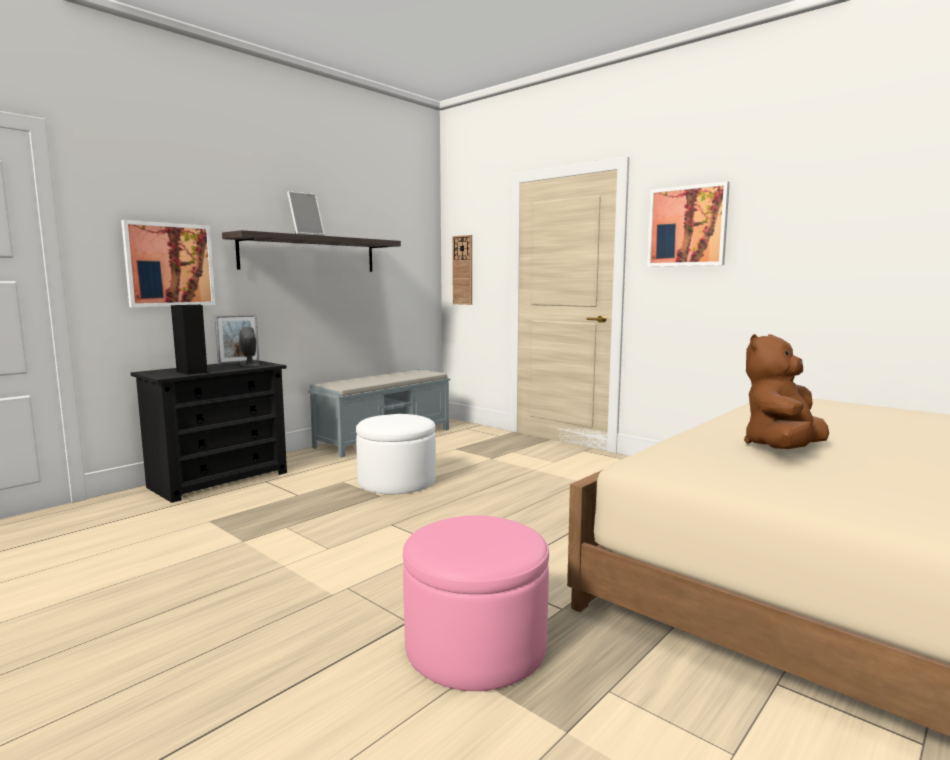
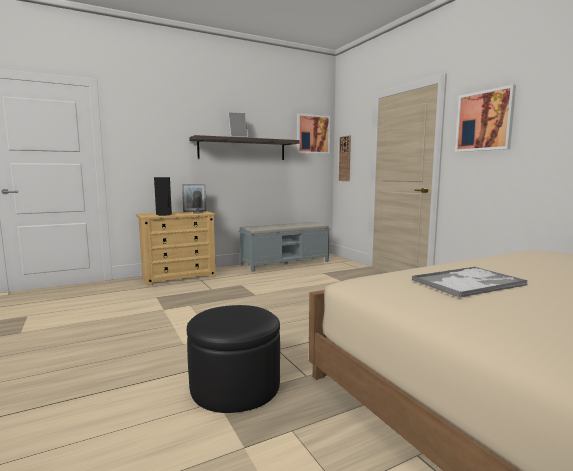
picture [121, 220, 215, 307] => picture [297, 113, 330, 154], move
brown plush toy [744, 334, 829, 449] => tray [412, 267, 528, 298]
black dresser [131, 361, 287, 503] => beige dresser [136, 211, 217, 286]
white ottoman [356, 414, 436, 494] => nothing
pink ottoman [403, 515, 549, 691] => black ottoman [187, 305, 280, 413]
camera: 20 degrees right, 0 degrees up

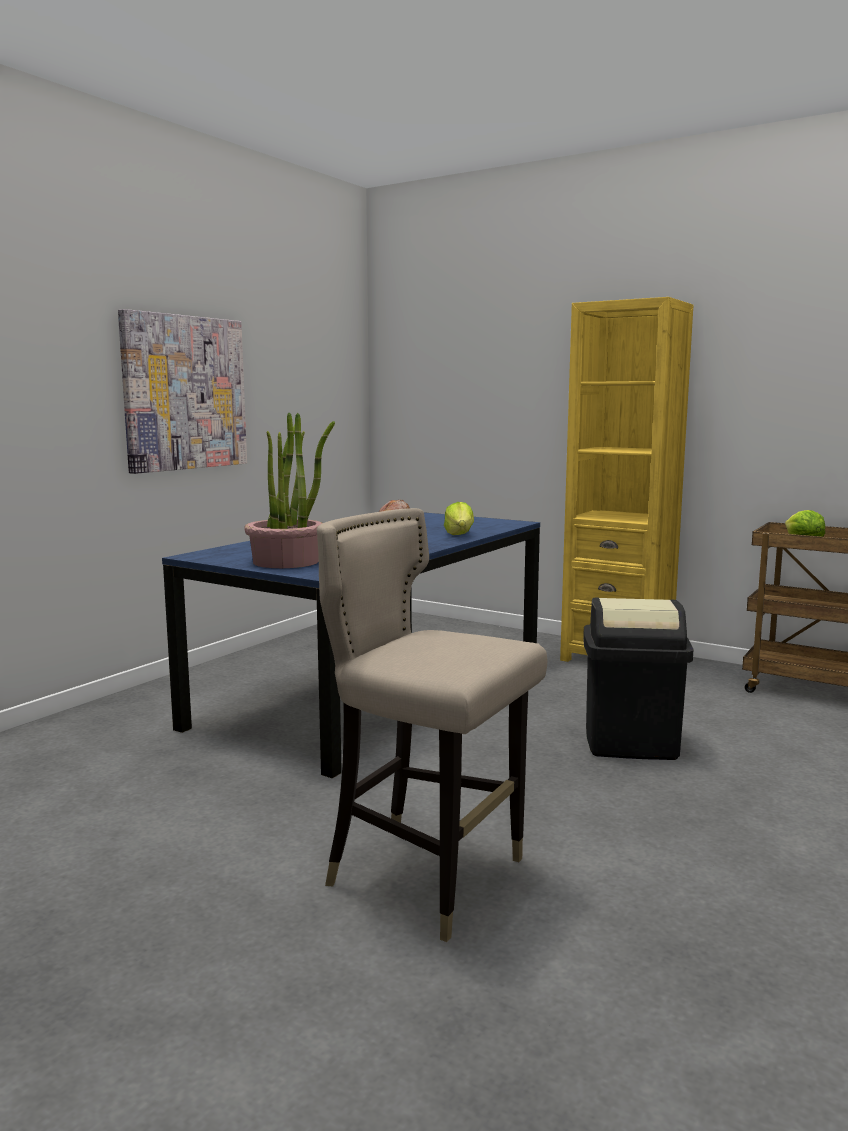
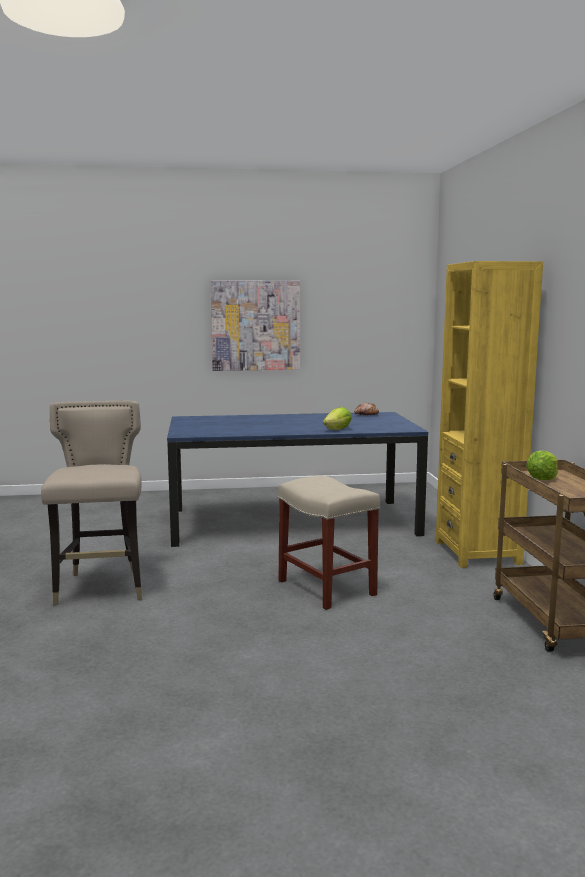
potted plant [244, 413, 335, 568] => nothing
black trash can [583, 597, 694, 760] => beige stool [278, 476, 380, 610]
camera: 50 degrees right, 0 degrees up

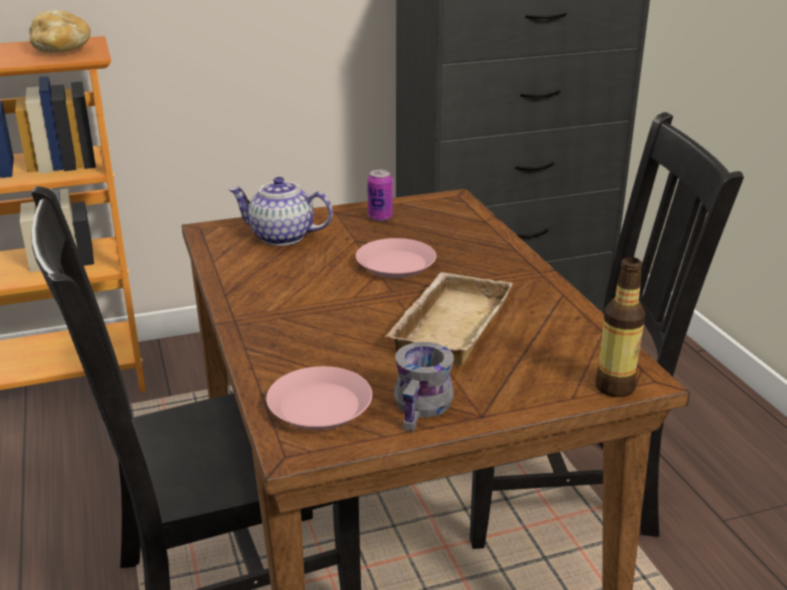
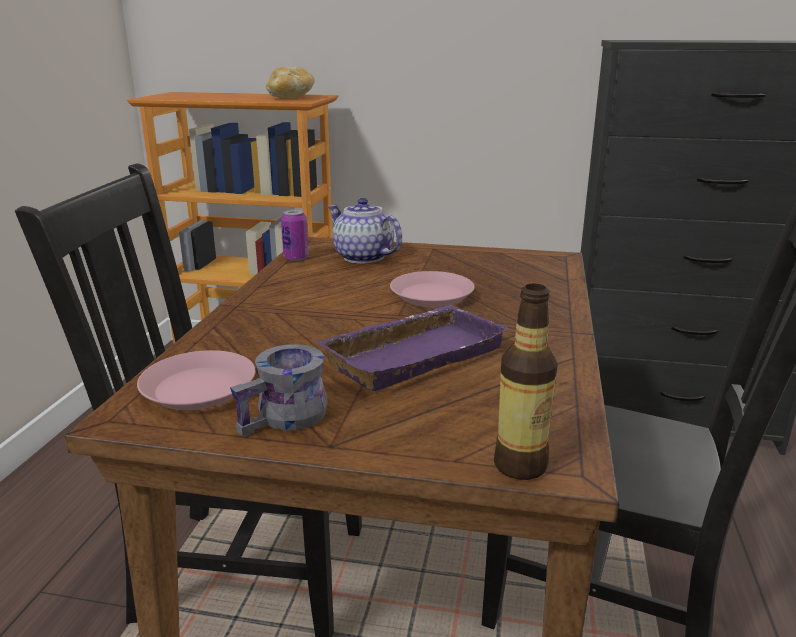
can [367, 170, 393, 221] => can [281, 209, 309, 261], move
beige tray [385, 272, 513, 365] => purple tray [315, 305, 510, 391]
camera: 30 degrees right, 5 degrees down

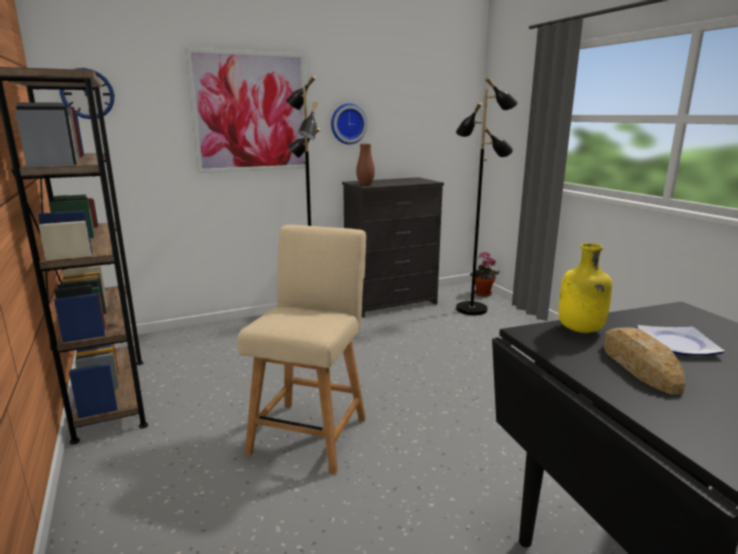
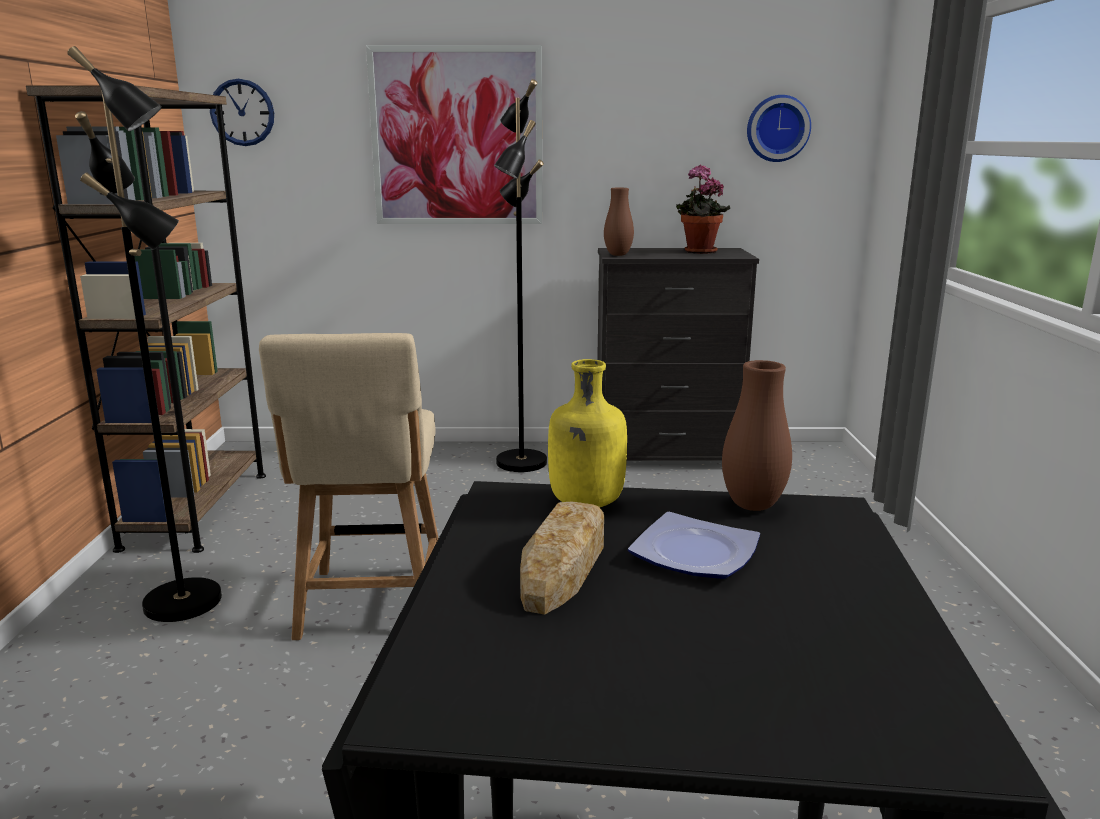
black floor lamp [456, 77, 518, 315] => black floor lamp [67, 46, 222, 622], move
wall clock [331, 103, 367, 144] => wall clock [747, 95, 811, 162], move
beige chair [237, 225, 366, 475] => beige chair [259, 333, 439, 640], 135 degrees clockwise
potted plant [470, 252, 499, 297] => potted plant [676, 164, 730, 254], move
nothing => brown vase [722, 360, 792, 511]
camera: 25 degrees right, 0 degrees up

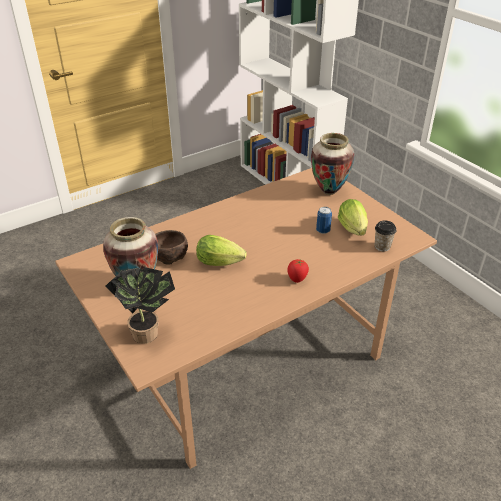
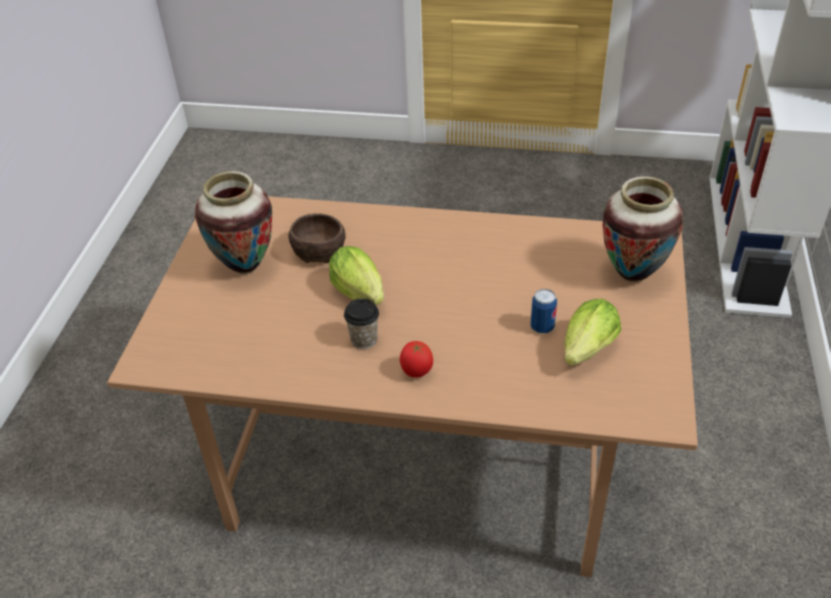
cup [375, 221, 396, 251] => cup [344, 298, 379, 349], move
potted plant [105, 267, 175, 344] => nothing
camera: 45 degrees right, 5 degrees up

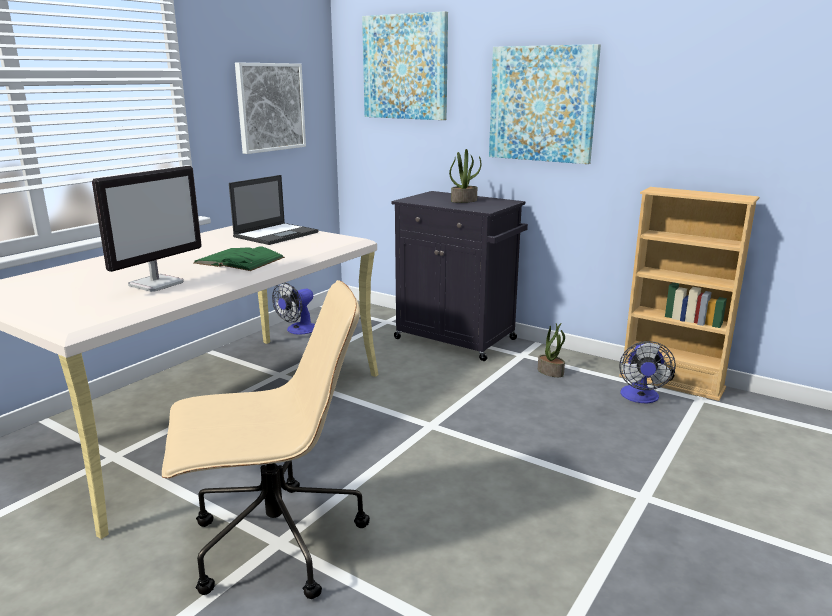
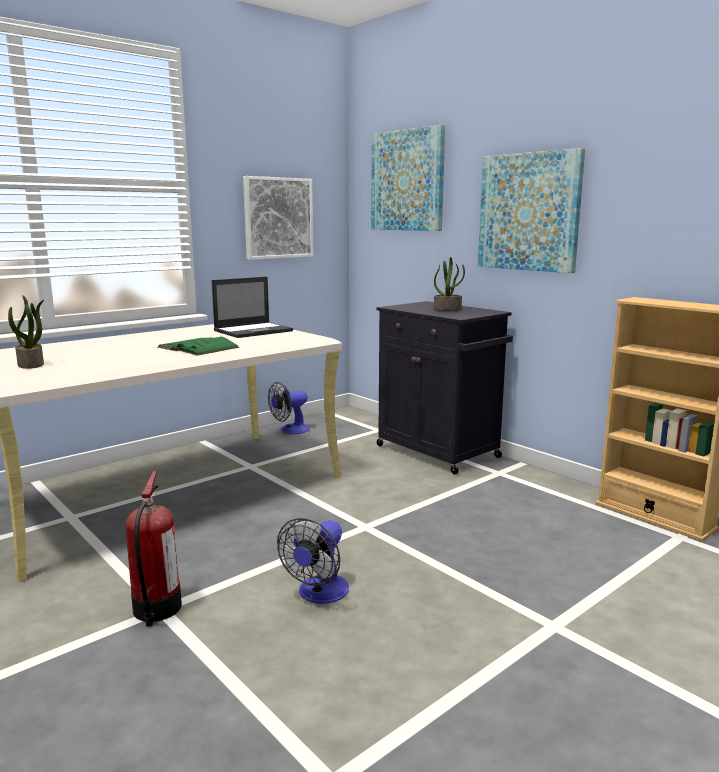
monitor [92, 166, 202, 292] => nothing
beige office chair [162, 280, 370, 599] => fire extinguisher [125, 471, 182, 627]
potted plant [538, 323, 565, 377] => potted plant [8, 295, 44, 369], move
fan [619, 341, 676, 403] => fan [277, 518, 349, 604], move
camera: 15 degrees right, 5 degrees down

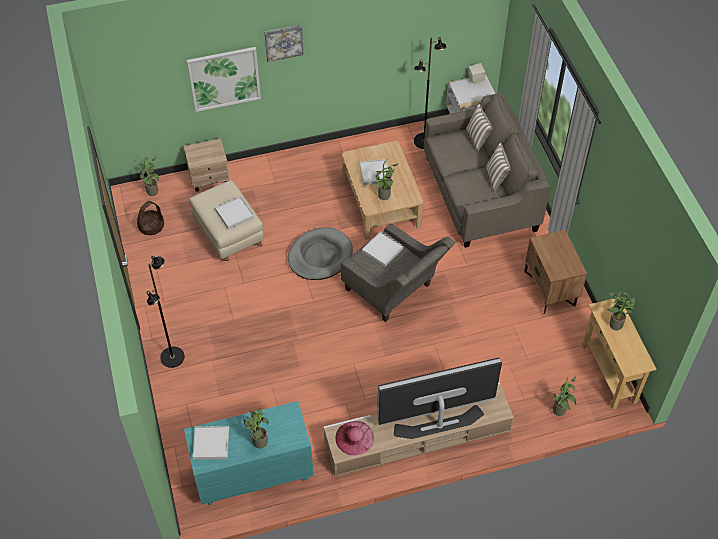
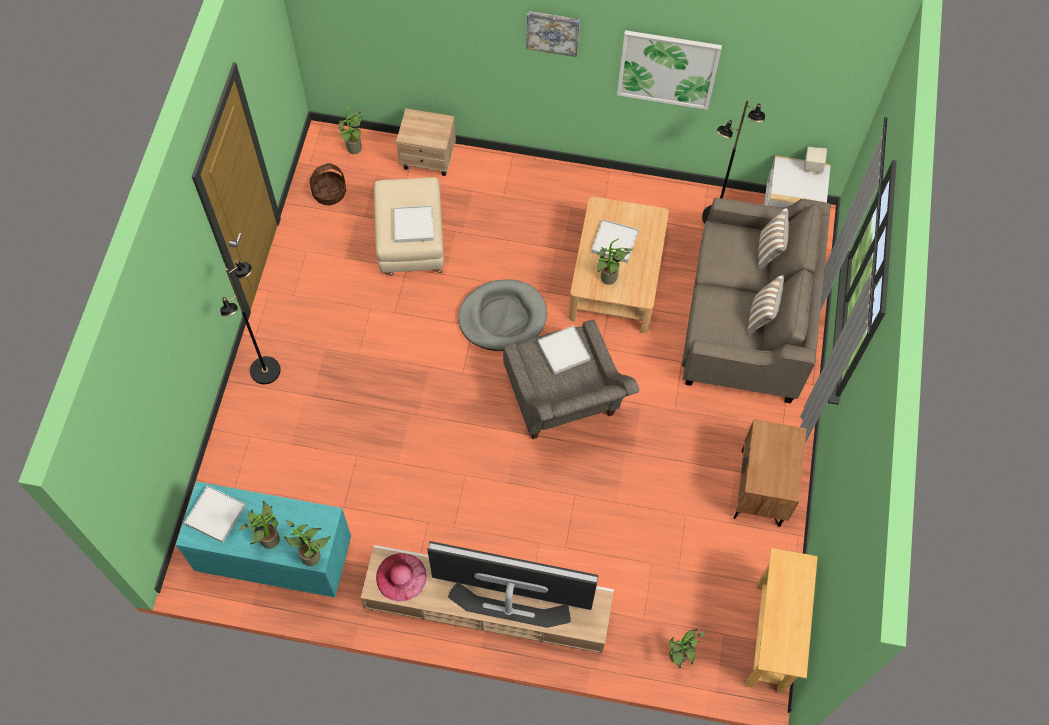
picture [187, 47, 261, 112] => picture [617, 30, 722, 110], move
potted plant [607, 291, 637, 331] => potted plant [284, 520, 331, 566], move
camera: 25 degrees right, 10 degrees up

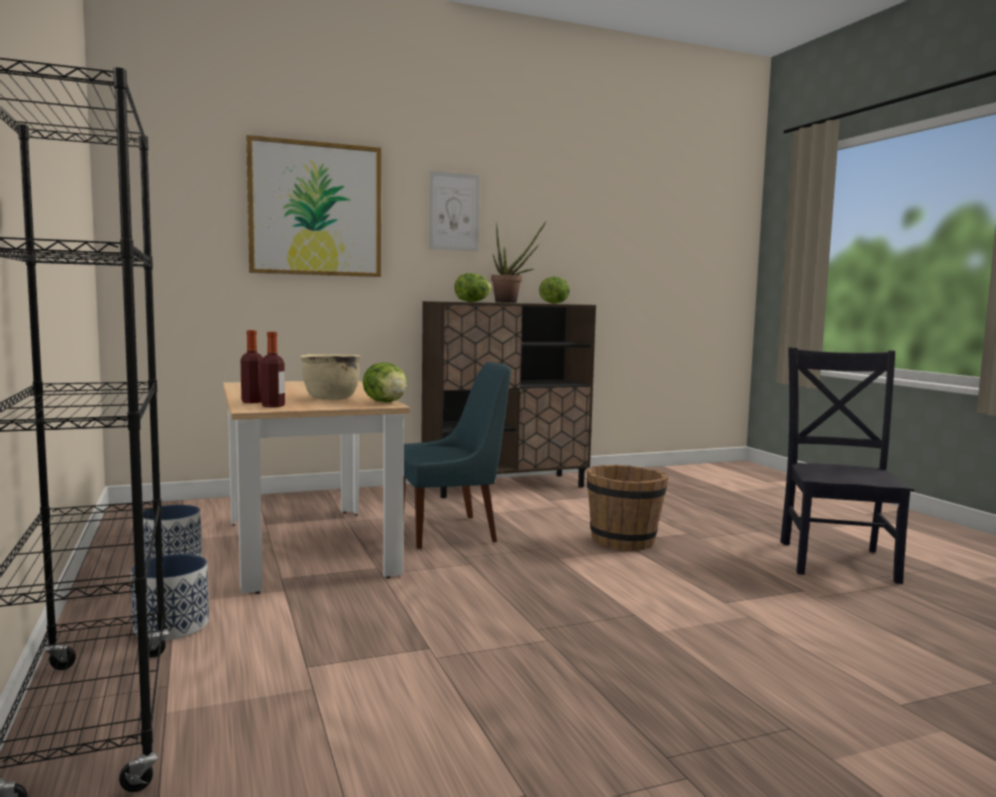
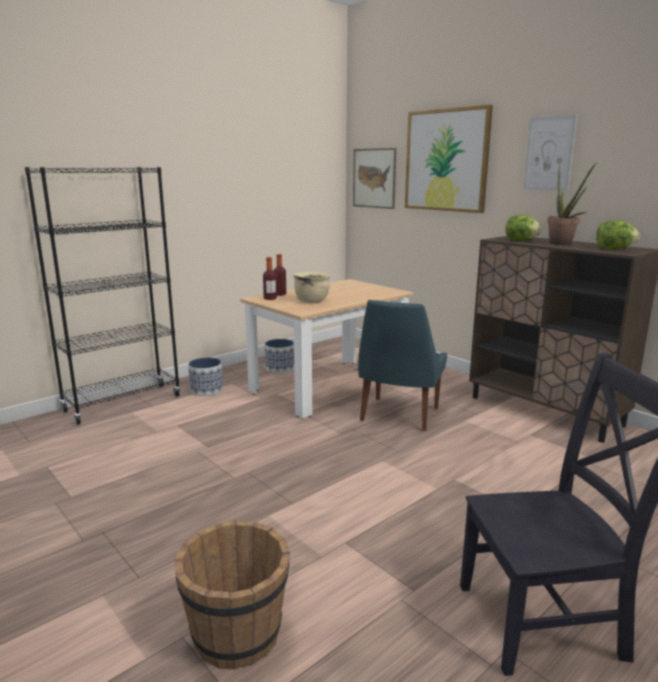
lettuce [363, 362, 407, 402] => nothing
blue chair [403, 362, 511, 549] => blue chair [358, 300, 447, 431], 60 degrees clockwise
brown bucket [587, 465, 668, 551] => brown bucket [174, 520, 290, 670], move
nothing => picture [353, 148, 397, 209]
camera: 70 degrees right, 10 degrees up

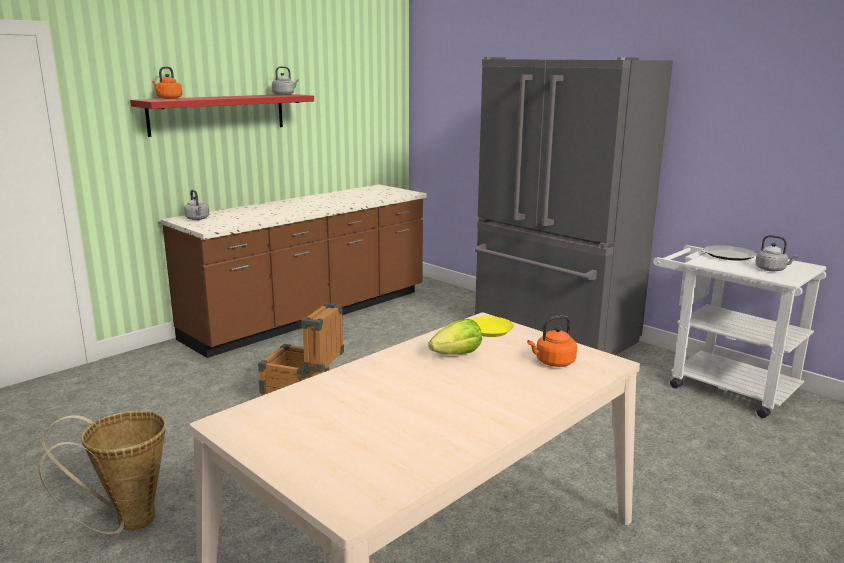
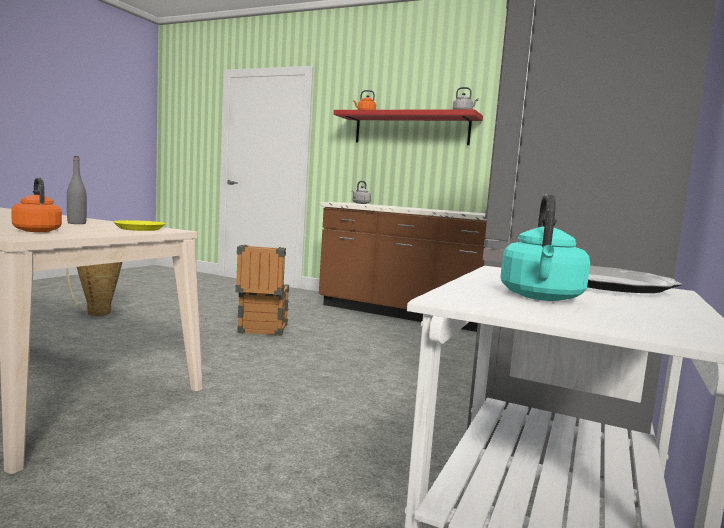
grey kettle [755, 235, 798, 271] => turquoise kettle [500, 194, 590, 301]
lettuce [429, 319, 482, 355] => grey bottle [67, 156, 87, 224]
camera: 70 degrees right, 10 degrees down

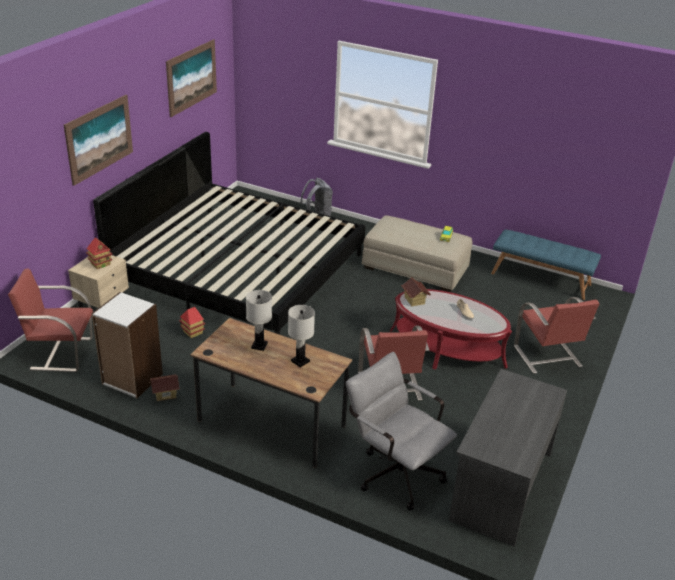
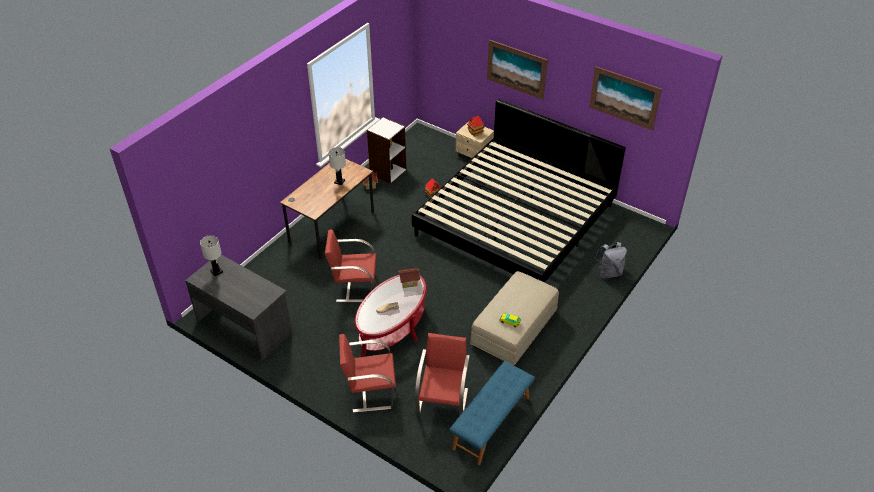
red chair [8, 268, 93, 372] => red chair [415, 333, 470, 416], move
white table lamp [288, 305, 315, 367] => white table lamp [200, 235, 223, 276], move
grey office chair [346, 352, 457, 511] => nothing
camera: 100 degrees right, 10 degrees up

